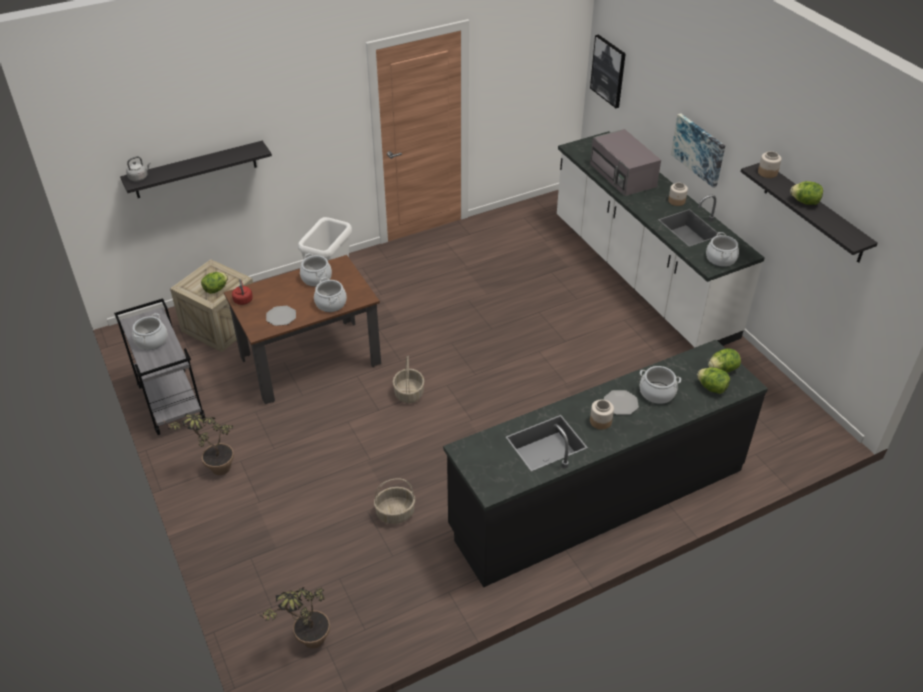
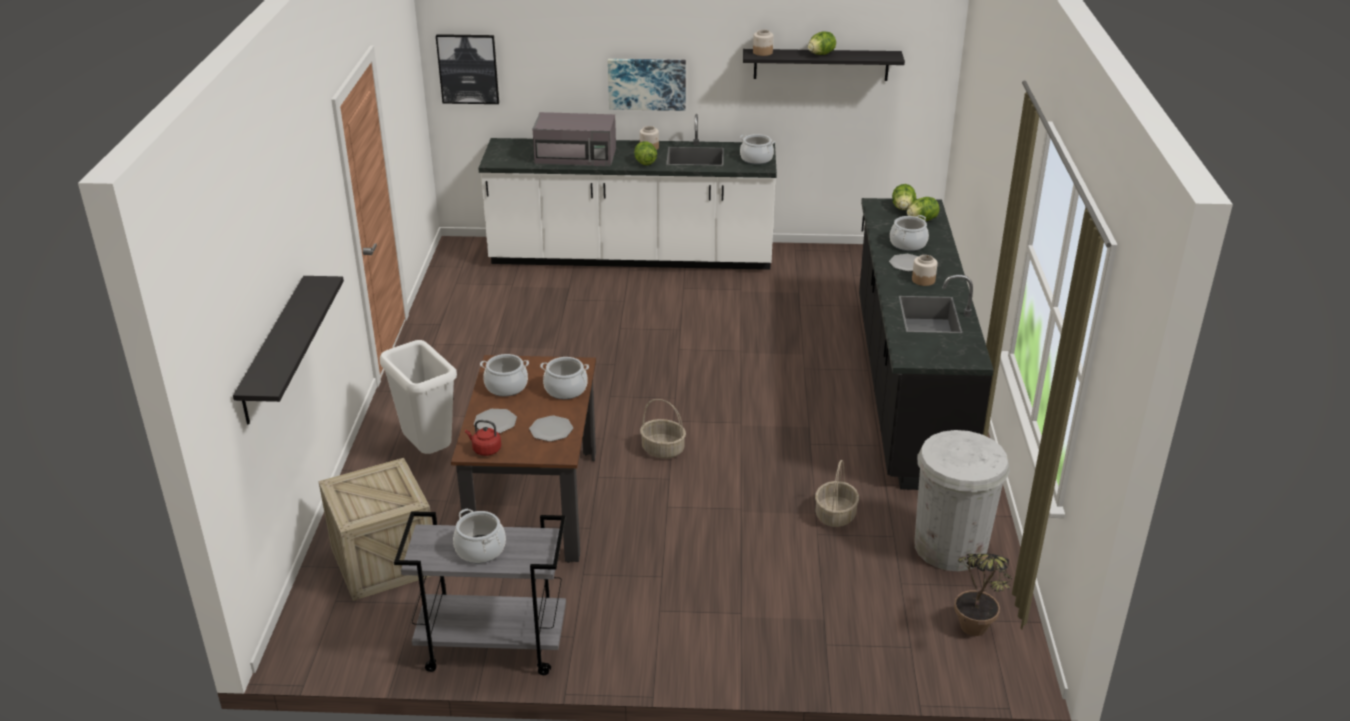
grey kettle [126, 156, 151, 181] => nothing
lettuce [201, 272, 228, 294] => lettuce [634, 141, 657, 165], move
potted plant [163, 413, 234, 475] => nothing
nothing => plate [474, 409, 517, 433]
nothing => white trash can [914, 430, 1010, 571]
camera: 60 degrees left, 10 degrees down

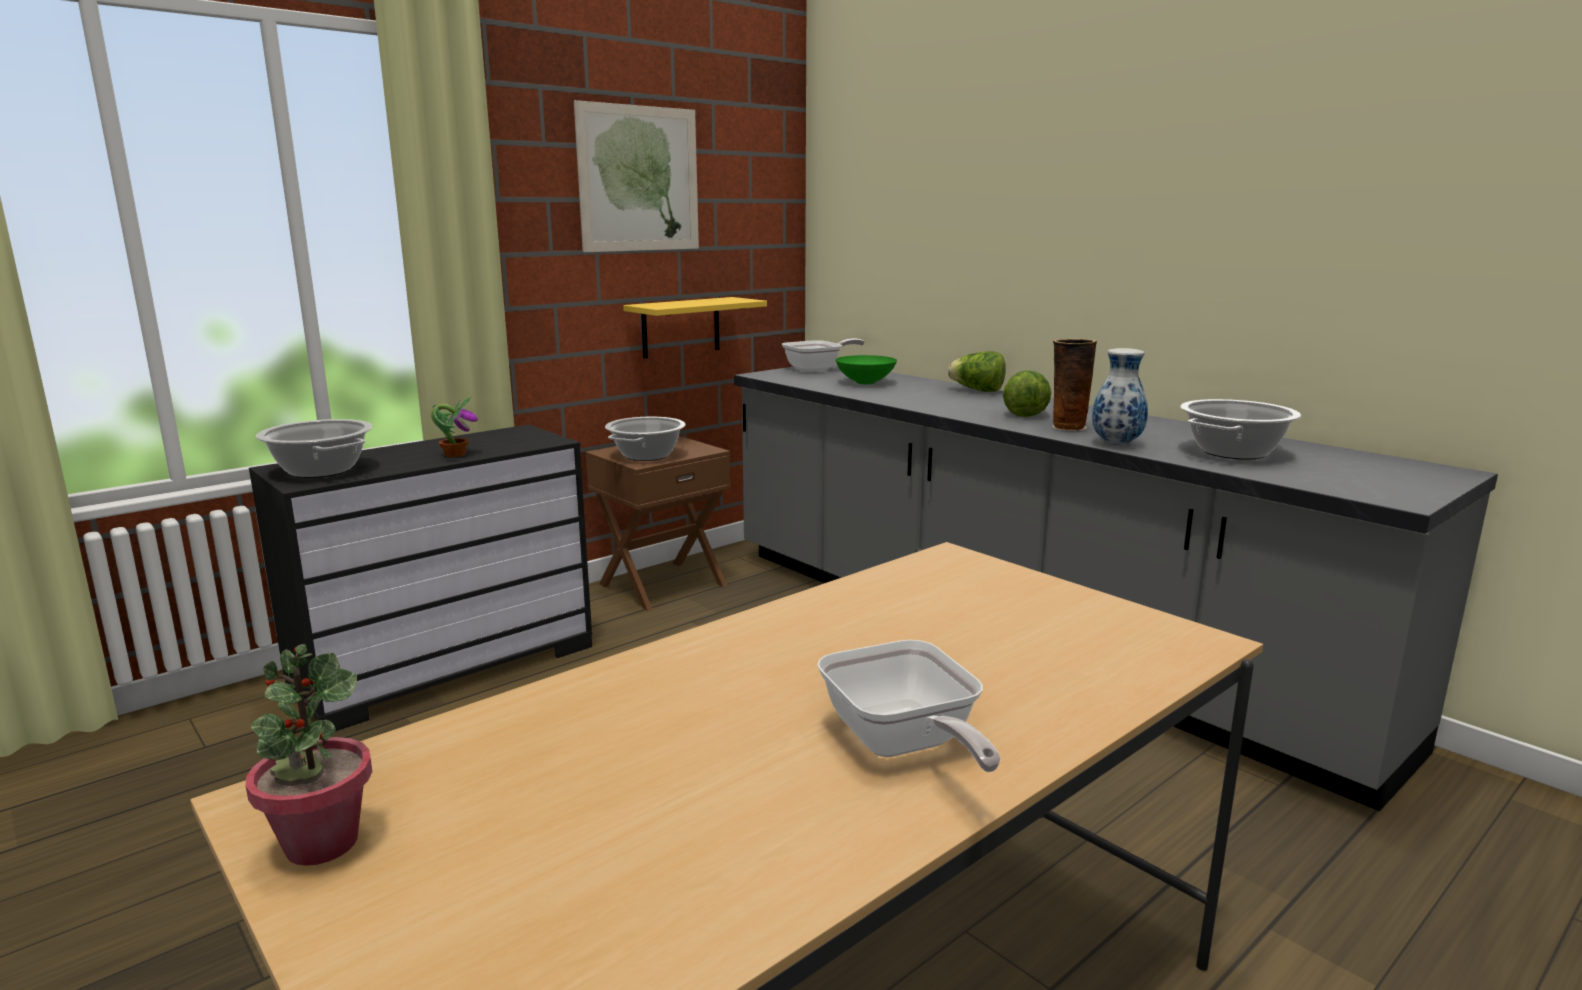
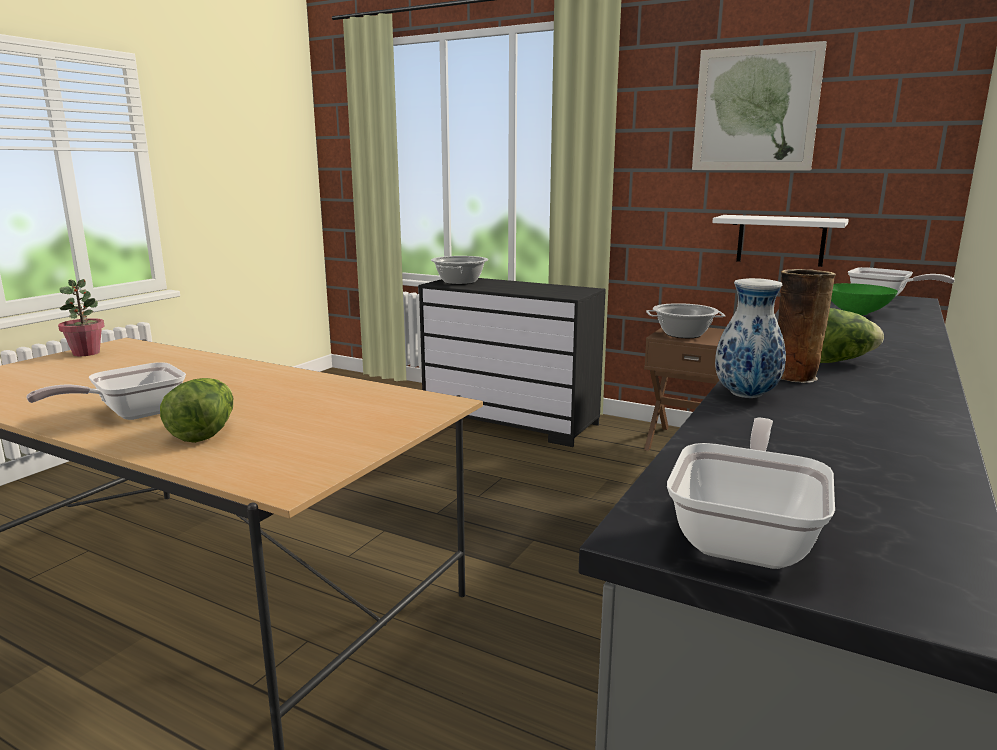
yellow shelf [623, 297, 767, 358] => white shelf [712, 215, 849, 267]
lettuce [948, 351, 1006, 392] => lettuce [160, 378, 233, 443], move
potted plant [431, 397, 478, 457] => nothing
cooking pot [1180, 399, 1301, 460] => nothing
nothing => frying pan [667, 417, 835, 569]
camera: 70 degrees right, 0 degrees up

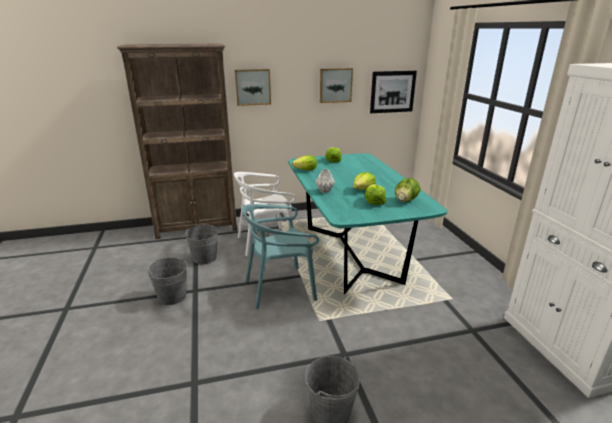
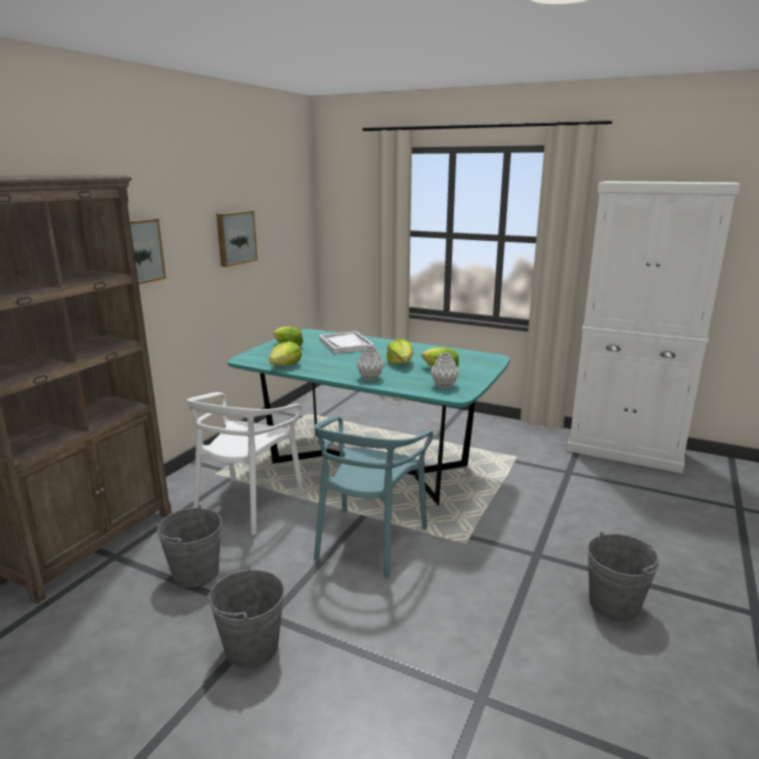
picture [370, 71, 417, 113] => nothing
lettuce [395, 178, 421, 202] => nothing
nothing => white tray [319, 331, 374, 354]
nothing => grey vase [430, 353, 460, 389]
camera: 50 degrees left, 5 degrees down

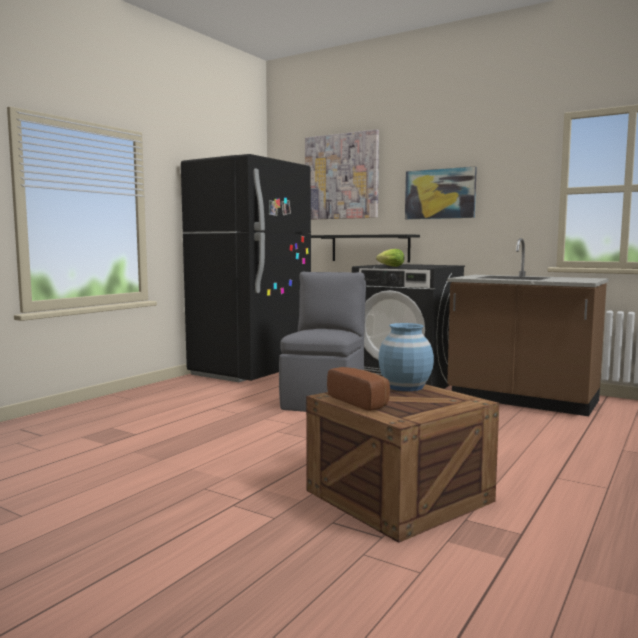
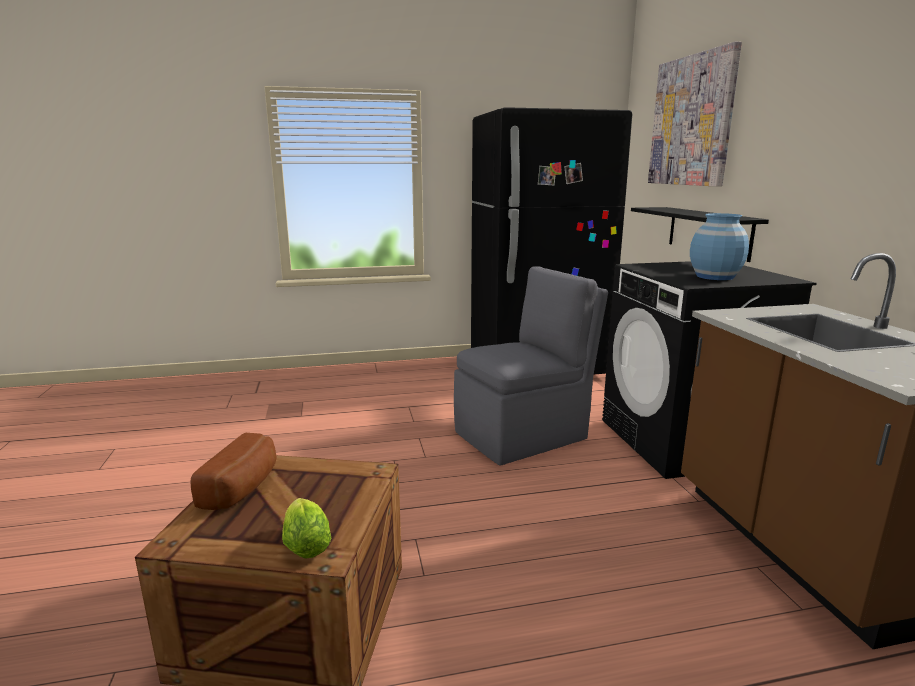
picture [405, 166, 477, 219] => nothing
lettuce [376, 249, 404, 267] => lettuce [282, 498, 332, 559], move
blue vase [379, 323, 434, 391] => blue vase [690, 213, 749, 280], move
camera: 45 degrees right, 10 degrees up

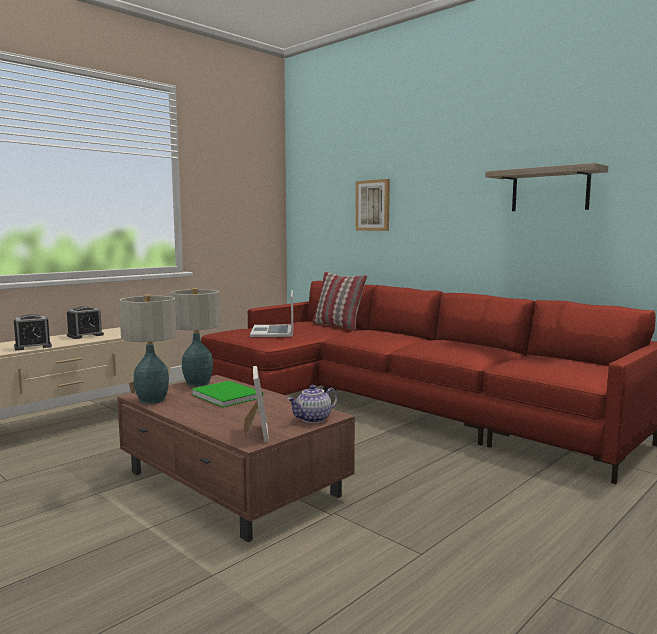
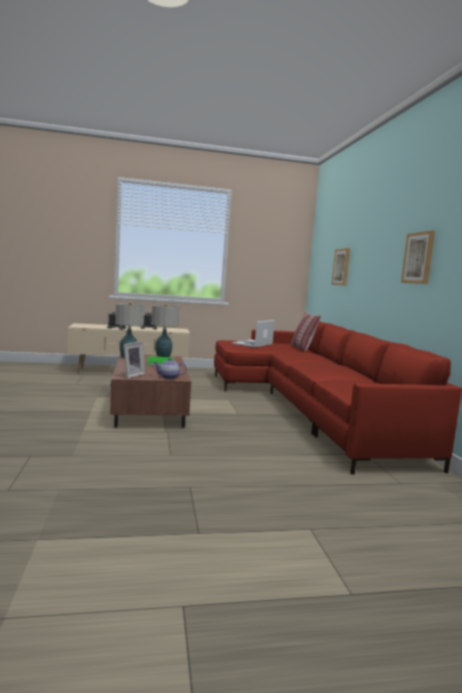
shelf [485, 163, 608, 211] => picture [401, 230, 435, 284]
camera: 35 degrees right, 0 degrees up

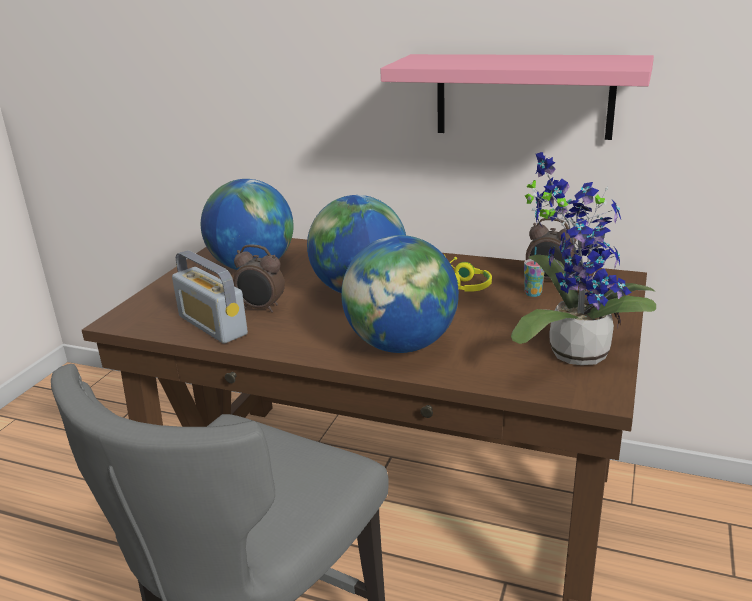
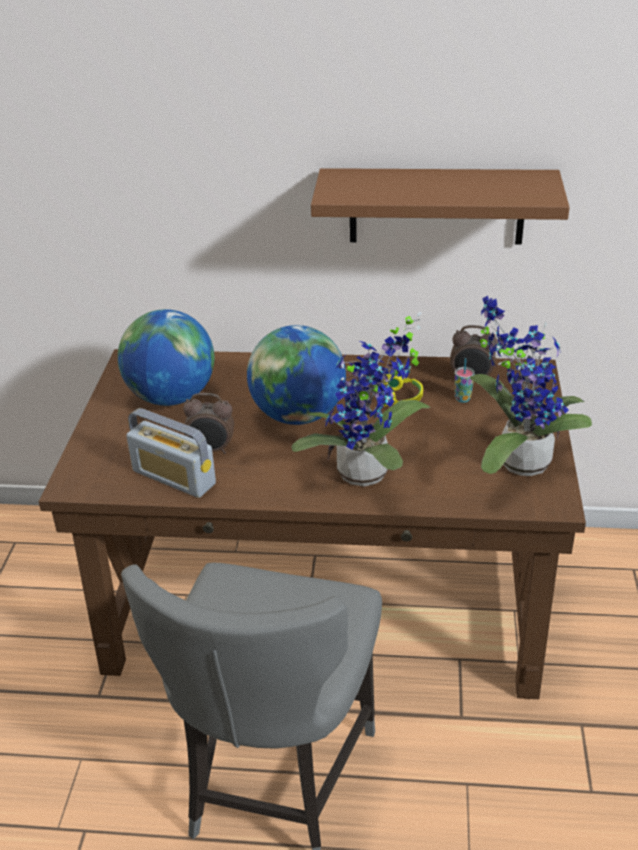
pink shelf [380, 54, 654, 140] => brown shelf [311, 168, 570, 245]
globe [341, 235, 459, 353] => potted plant [291, 312, 430, 487]
camera: 15 degrees left, 10 degrees up

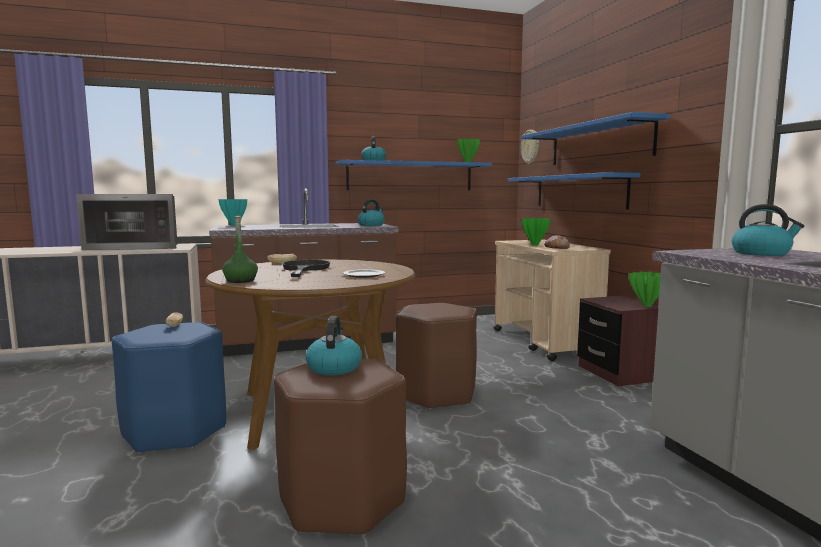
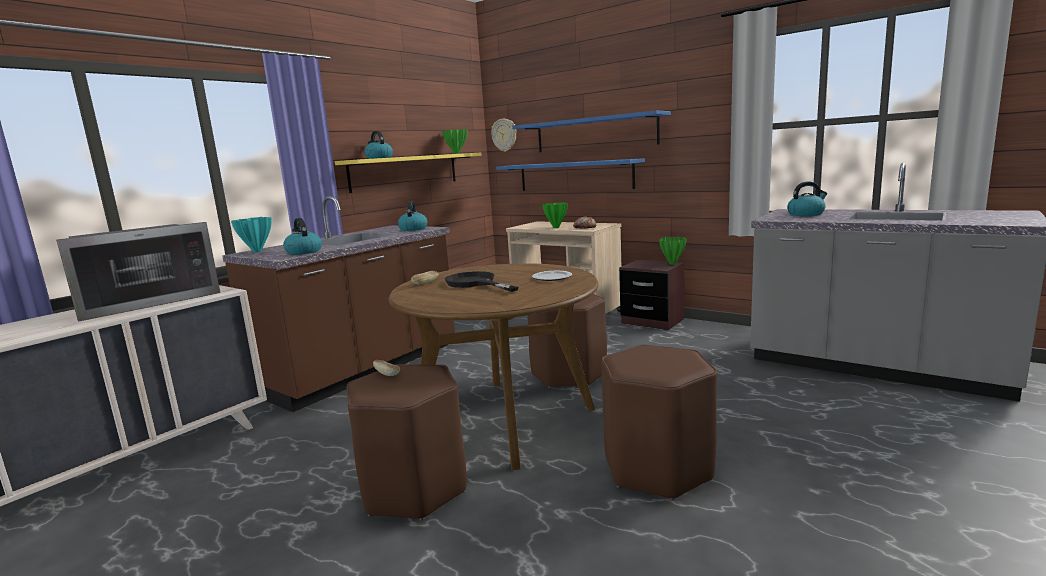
blue shelf [336, 160, 492, 191] => yellow shelf [335, 152, 481, 193]
green bottle [222, 216, 258, 283] => nothing
kettle [306, 316, 362, 376] => kettle [283, 218, 322, 255], move
blue stool [112, 322, 226, 454] => brown stool [346, 364, 467, 520]
camera: 35 degrees left, 5 degrees up

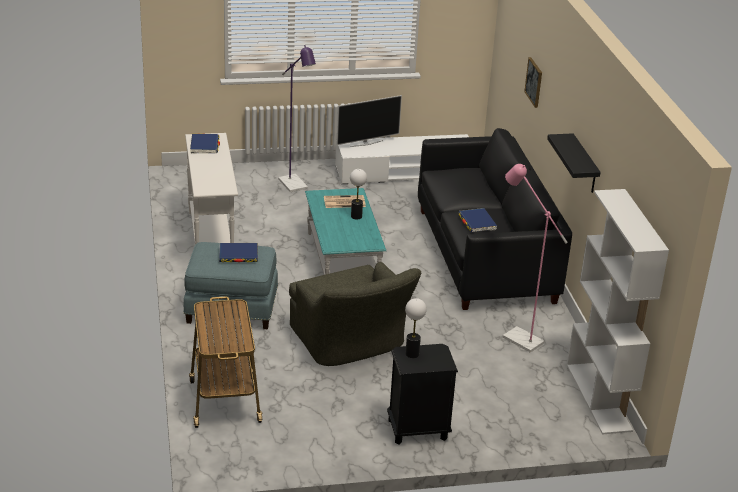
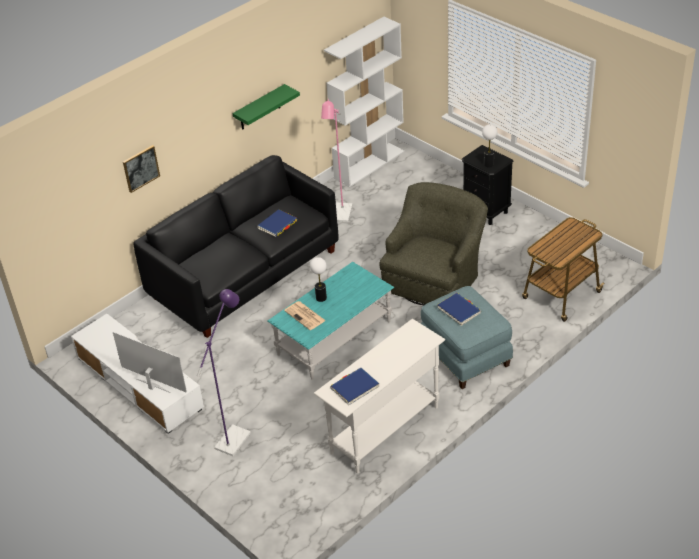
black shelf [547, 133, 601, 193] => green shelf [233, 84, 300, 130]
camera: 120 degrees left, 10 degrees up

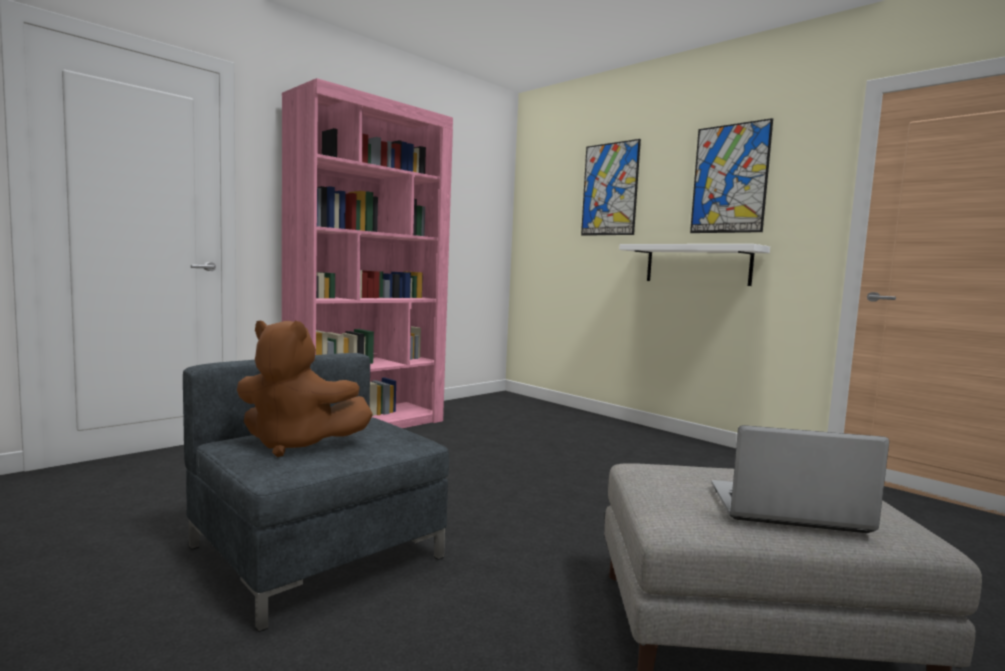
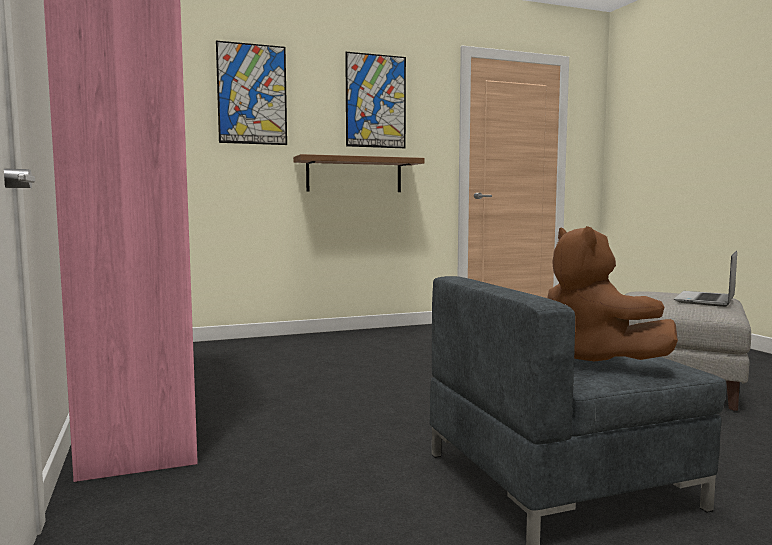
white shelf [619, 244, 770, 286] => brown shelf [293, 154, 425, 192]
brown plush toy [237, 320, 373, 457] => brown plush toy [547, 226, 678, 361], 120 degrees clockwise
camera: 65 degrees left, 0 degrees up

